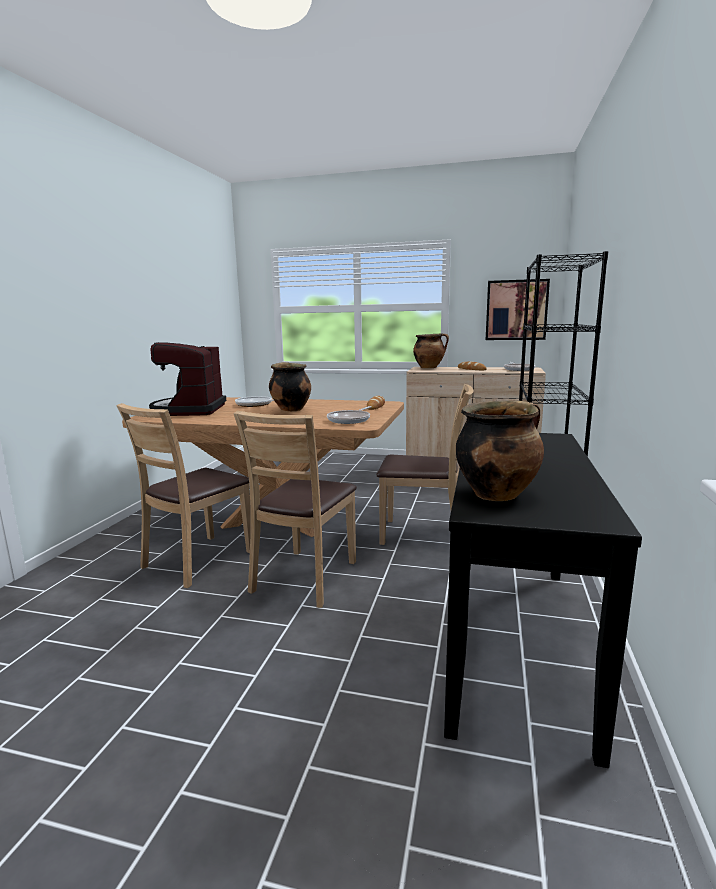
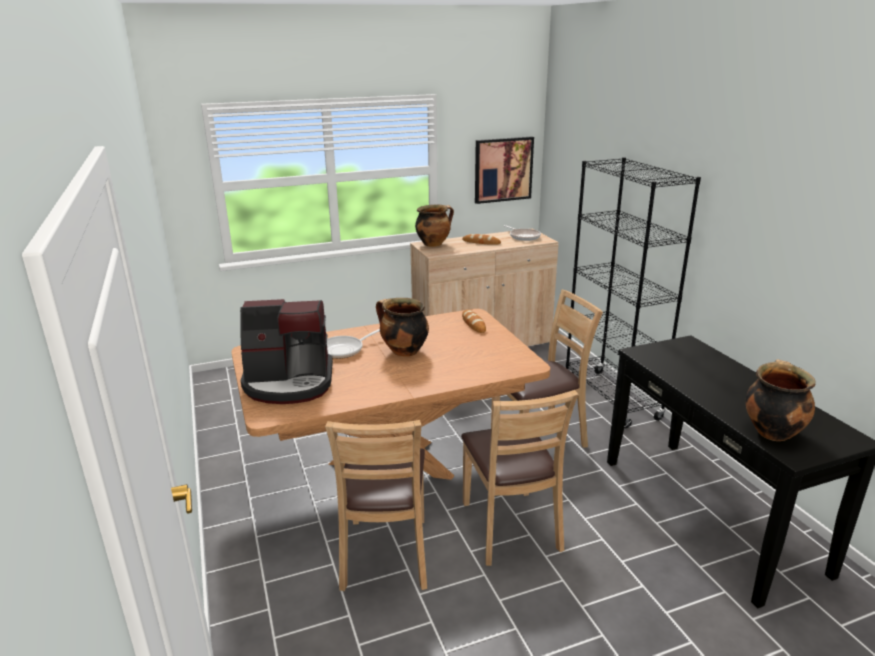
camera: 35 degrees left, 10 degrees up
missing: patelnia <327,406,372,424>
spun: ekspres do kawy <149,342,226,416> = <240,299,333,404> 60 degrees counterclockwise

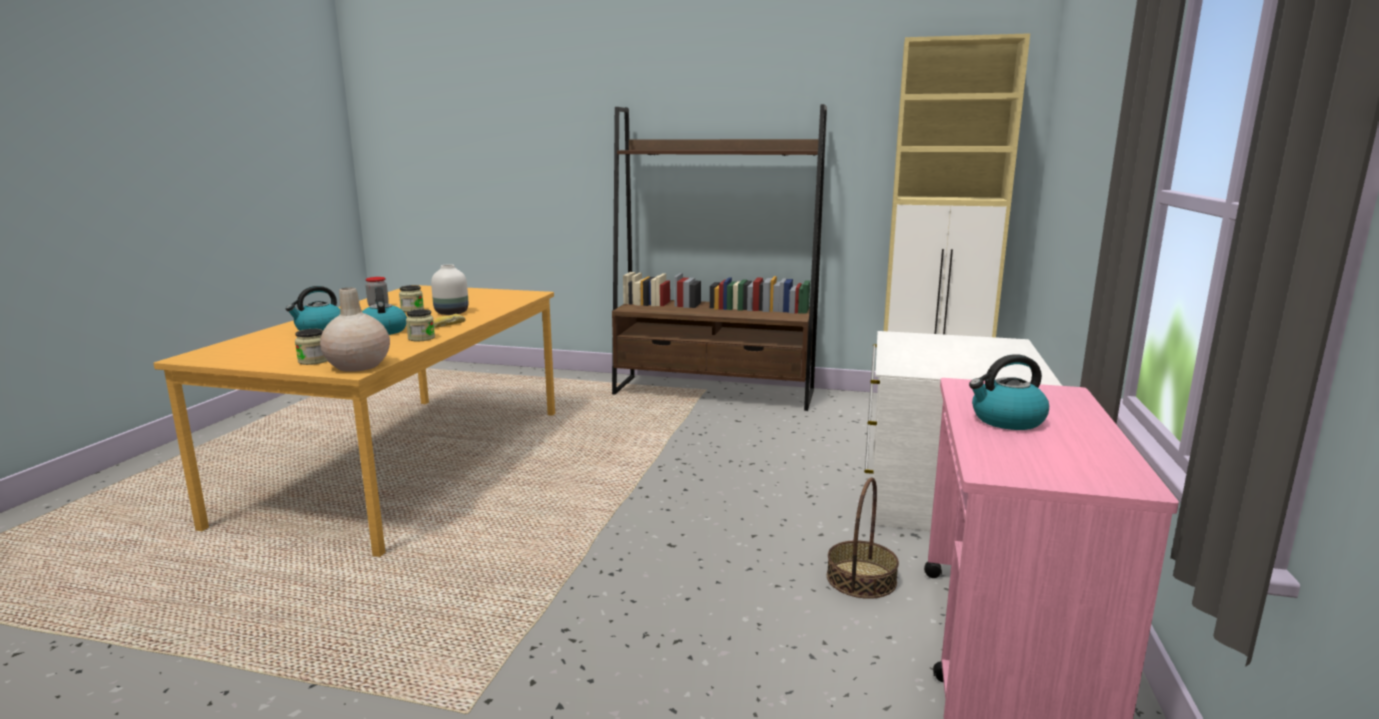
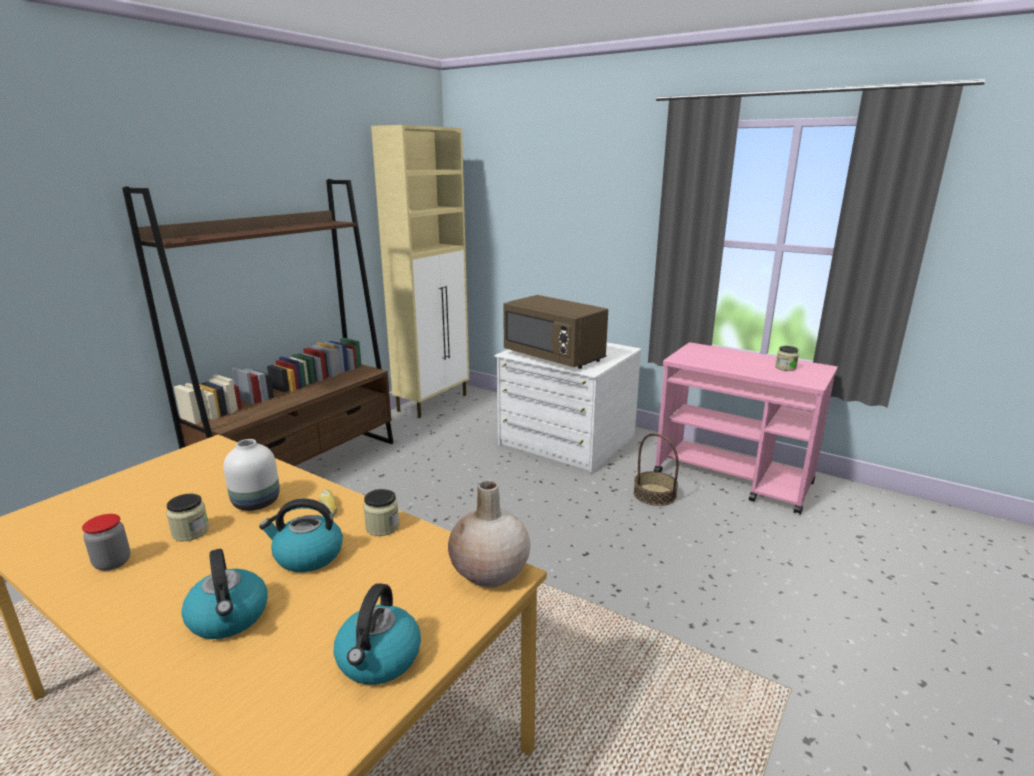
camera: 70 degrees left, 5 degrees up
appeared: mikrofalówka/brązowy <503,295,608,369>
relocated: słoik <295,329,327,365> to <775,346,799,371>; czajnik <969,354,1049,430> to <334,583,421,685>

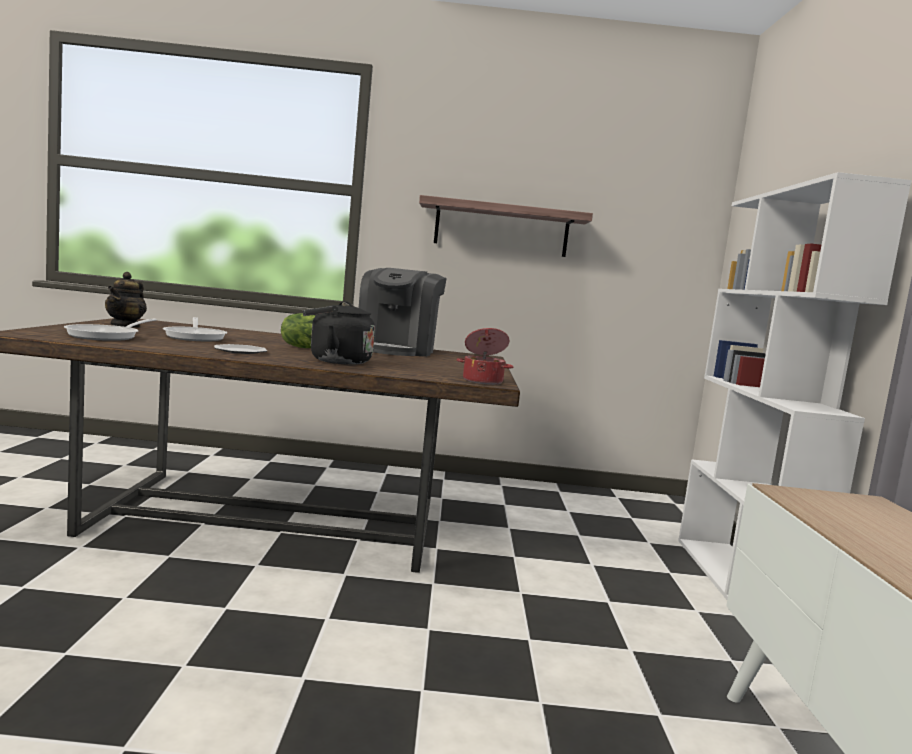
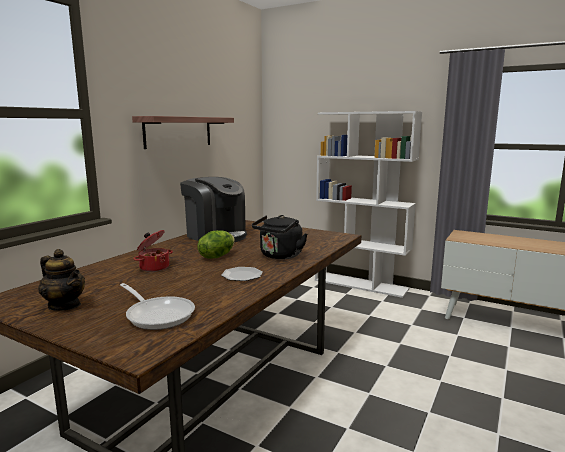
camera: 60 degrees left, 5 degrees up
missing: patelnia <163,317,227,341>
relocated: garnek <457,328,513,385> to <133,230,173,272>

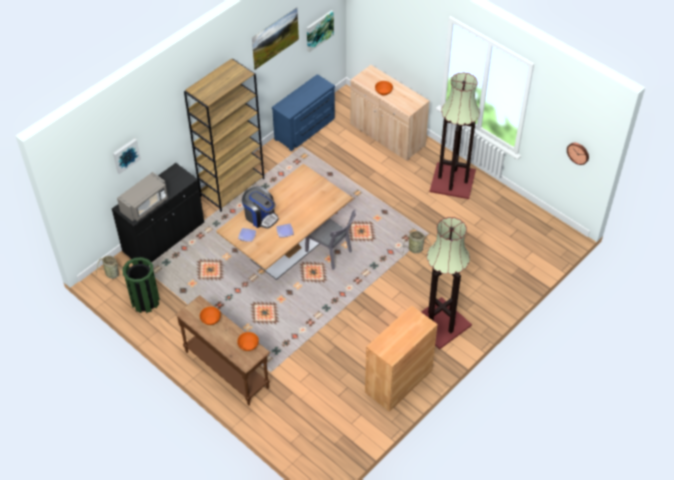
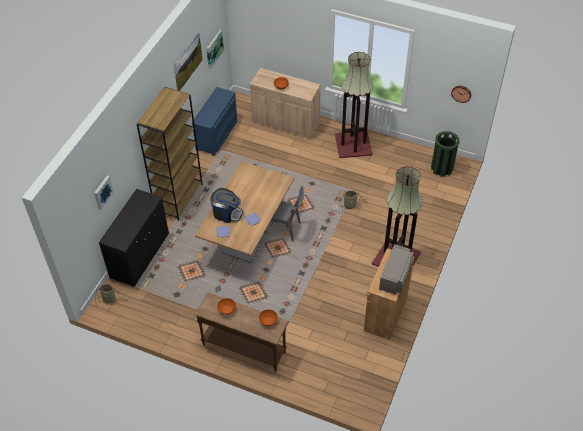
camera: 20 degrees left, 0 degrees up
relocated: mikrofalówka/szary <117,172,168,221> to <379,244,414,295>; kosz na śmieci/zielony <123,257,160,313> to <431,131,459,177>

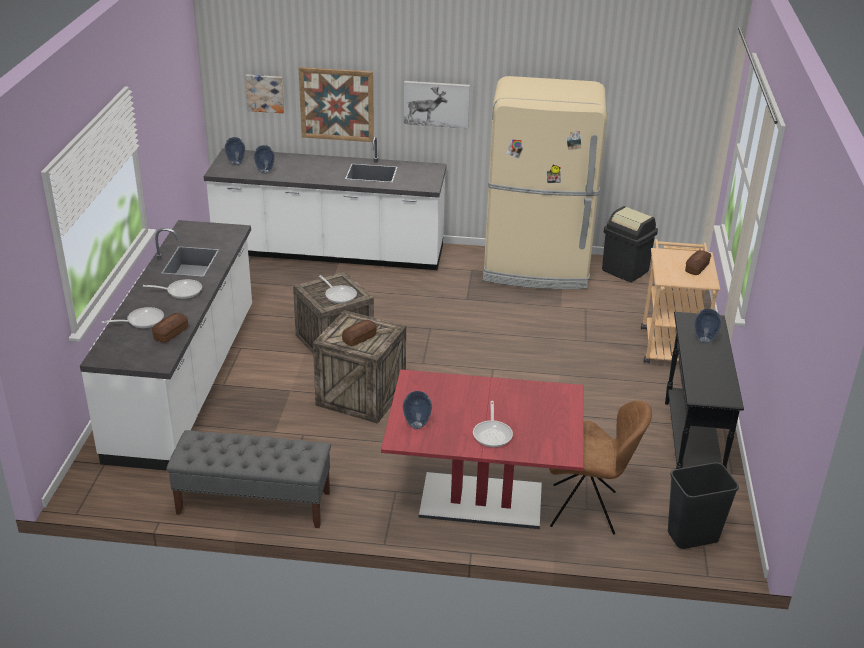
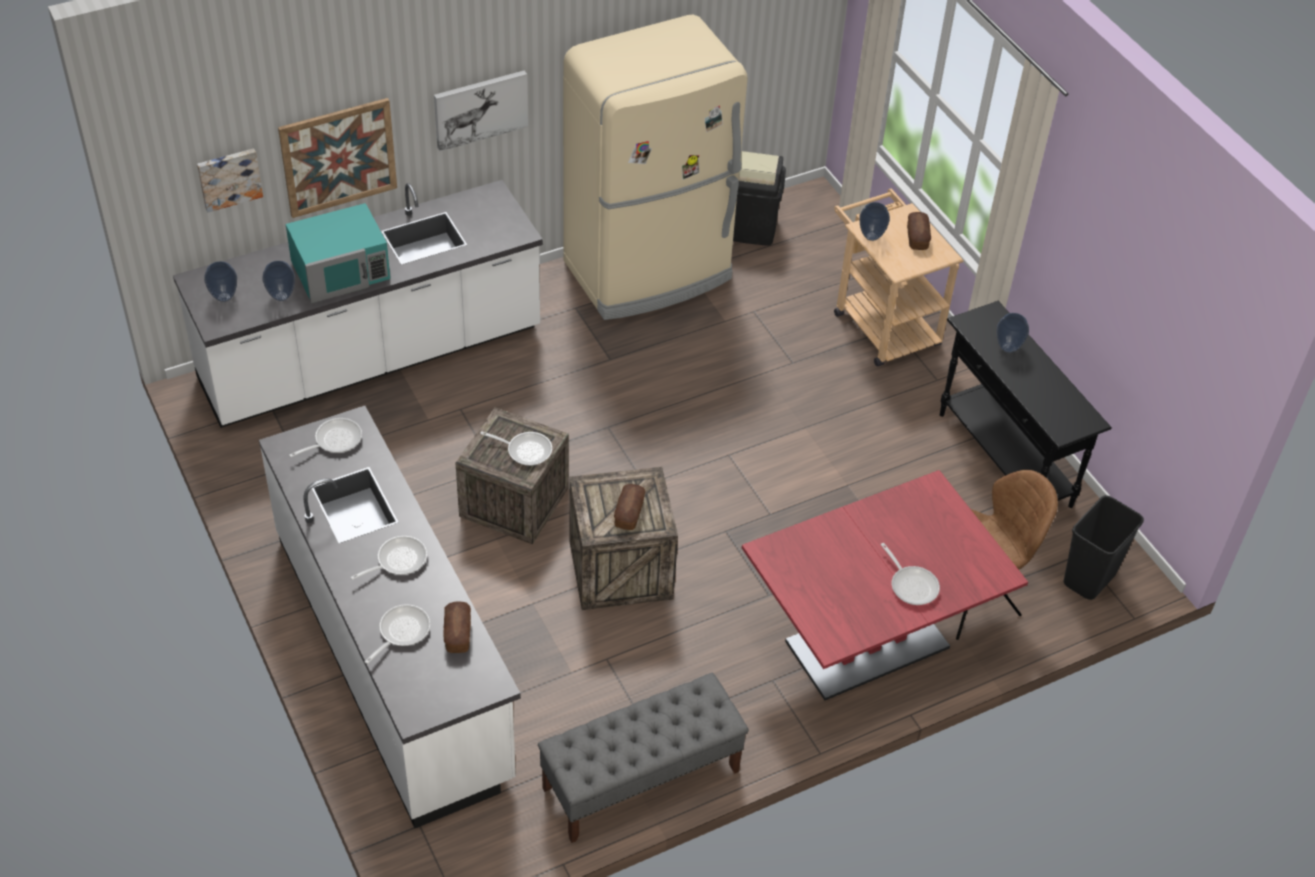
camera: 35 degrees left, 15 degrees up
appeared: mikrofalówka/turkusowy <286,203,390,303>; patelnia <289,418,362,457>
relocated: wazon <403,391,432,429> to <859,202,890,241>

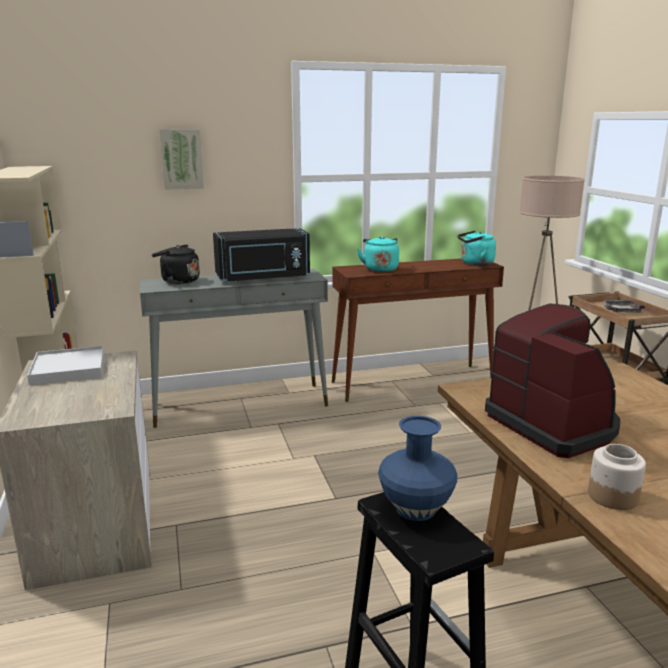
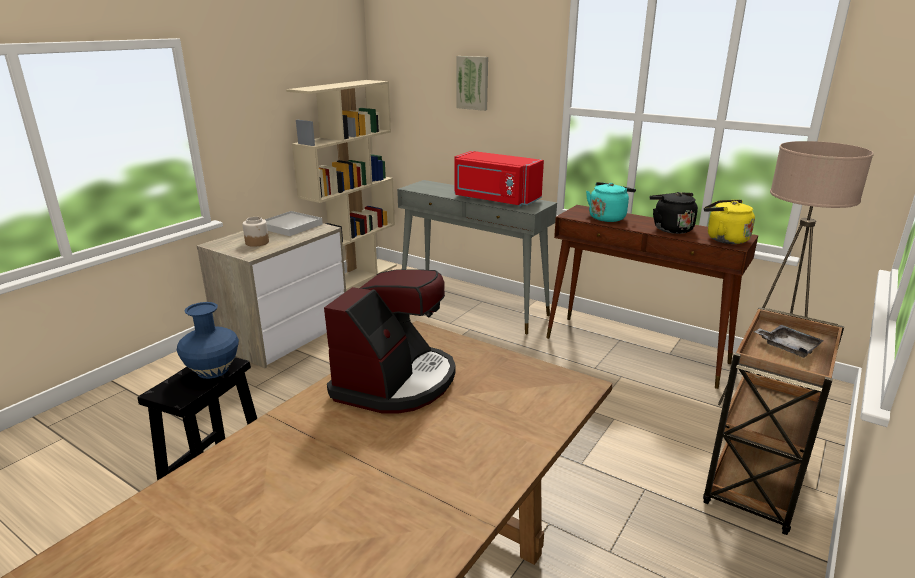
camera: 50 degrees right, 5 degrees up
relocated: czajnik/czarny <152,245,200,284> to <650,192,698,234>; słoik <588,444,646,510> to <242,217,269,247>
colour: mikrofalówka/czarny <213,228,310,283> to mikrofalówka/czerwony <455,151,544,207>; czajnik/turkusowy <457,231,496,265> to czajnik/żółty <704,200,755,244>

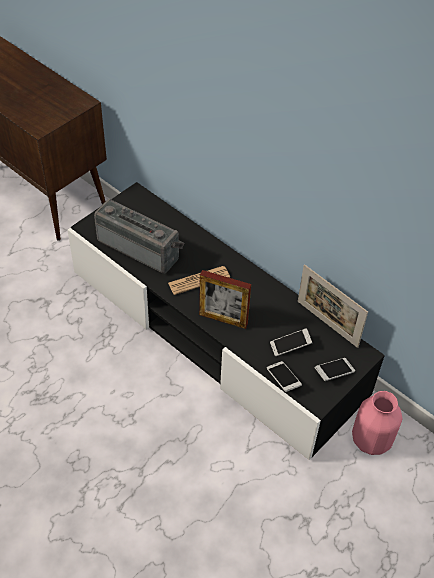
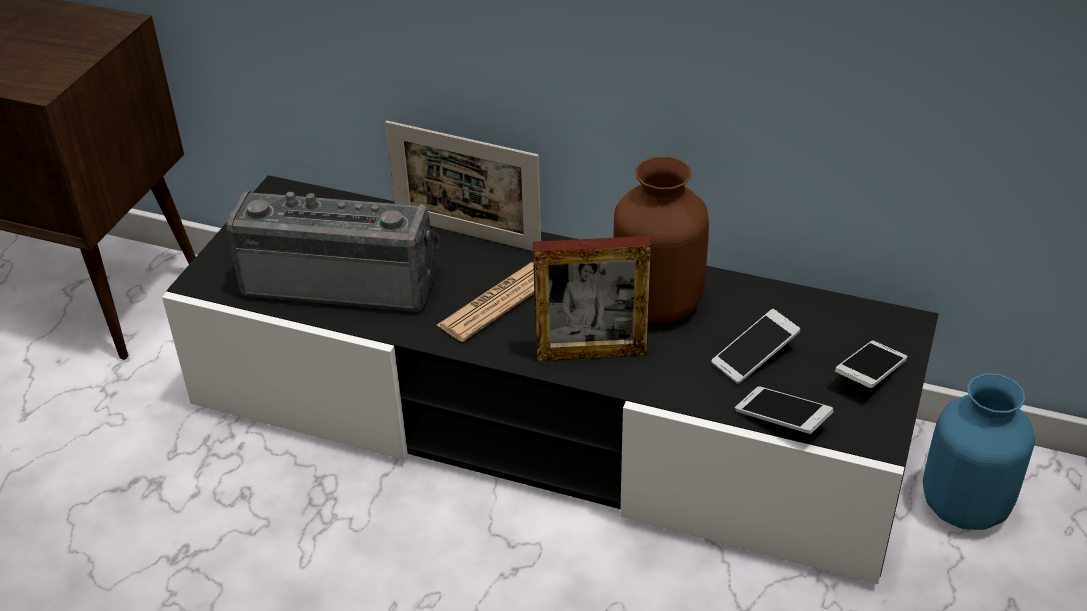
camera: 20 degrees left, 10 degrees down
appeared: wazon/brązowy <613,157,709,322>
relocated: ramka na zdjęcie <298,264,368,348> to <385,121,541,251>
colour: wazon/różowy <352,391,402,455> to wazon/niebieski <923,373,1035,530>

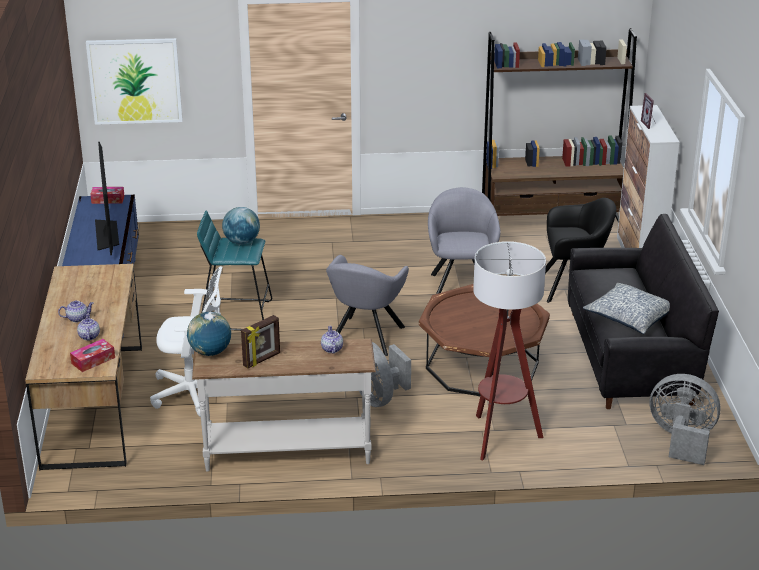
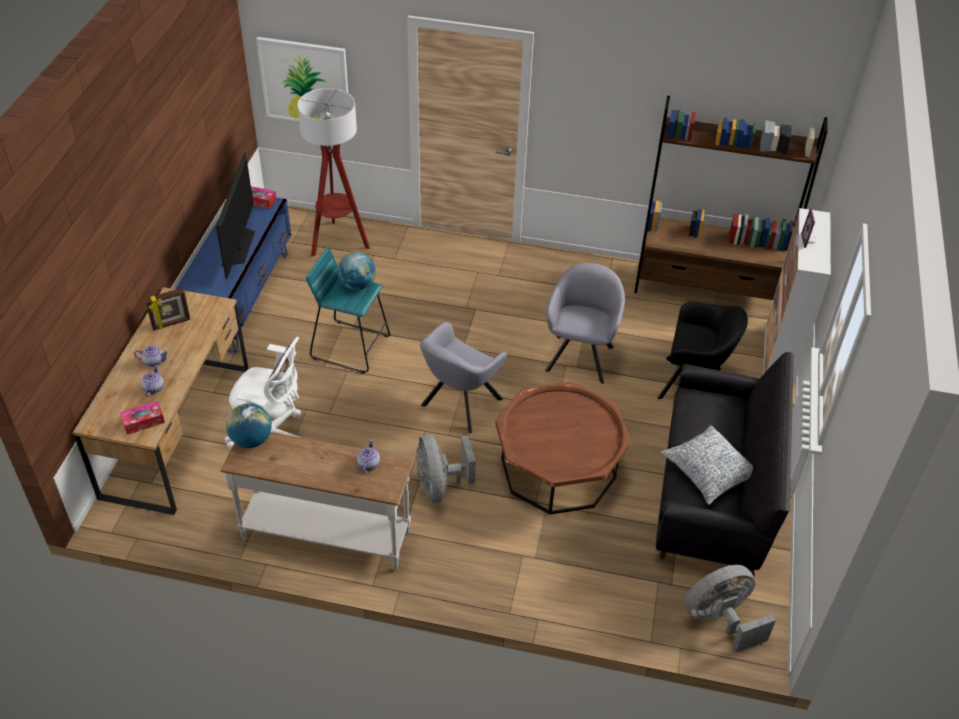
camera: 15 degrees right, 15 degrees up
relocated: ramka na zdjęcie <241,315,280,369> to <145,288,190,330>; lampa stojąca <473,241,546,461> to <298,88,370,257>
spun: wentylator/szary <649,374,721,465> = <684,565,776,653> 60 degrees counterclockwise

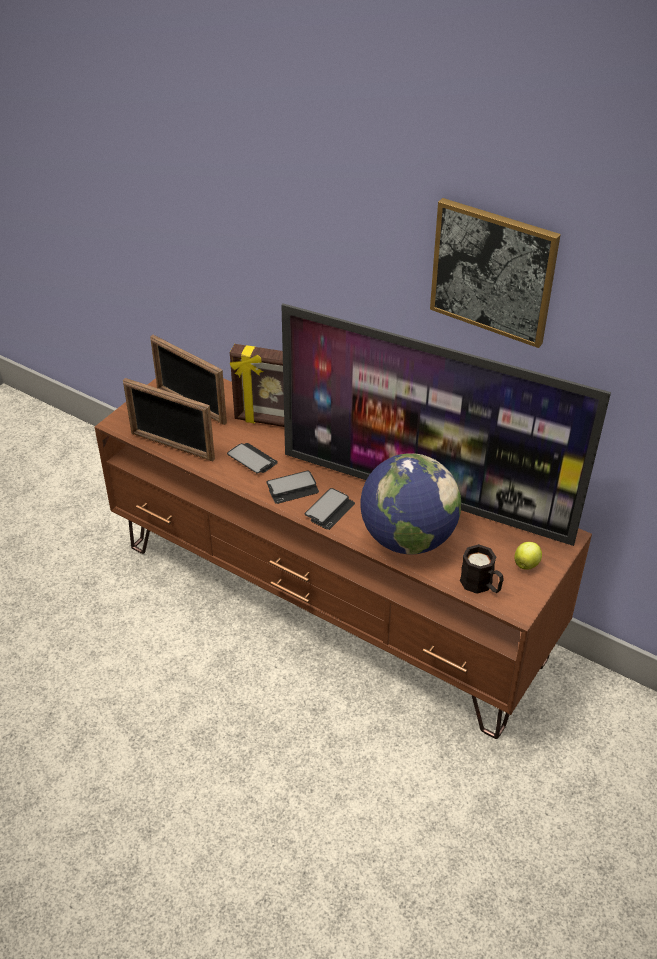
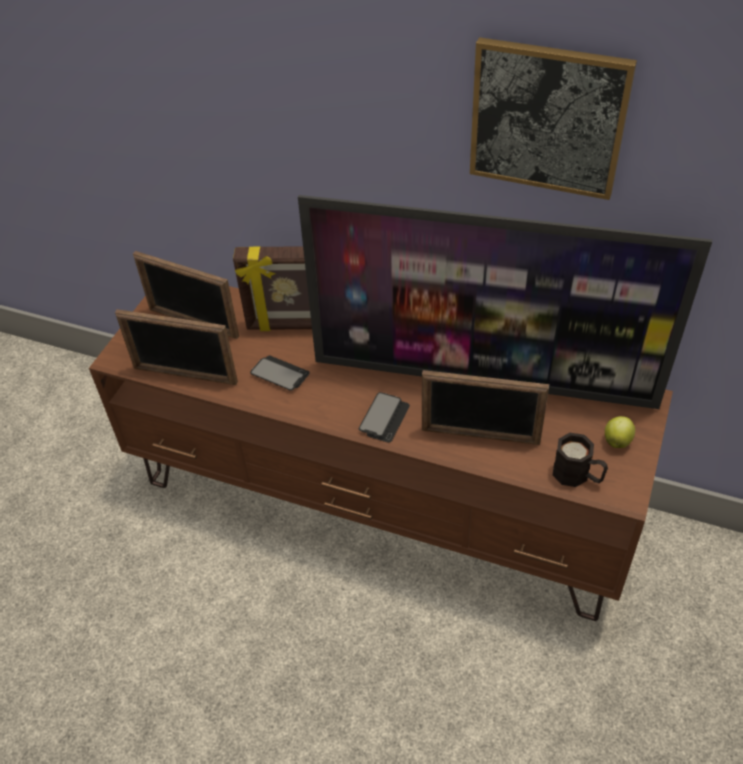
camera: 10 degrees left, 5 degrees up
missing: telefon <266,471,319,504>
exchanged: globus <360,453,461,554> to ramka na zdjęcie <422,370,549,445>

